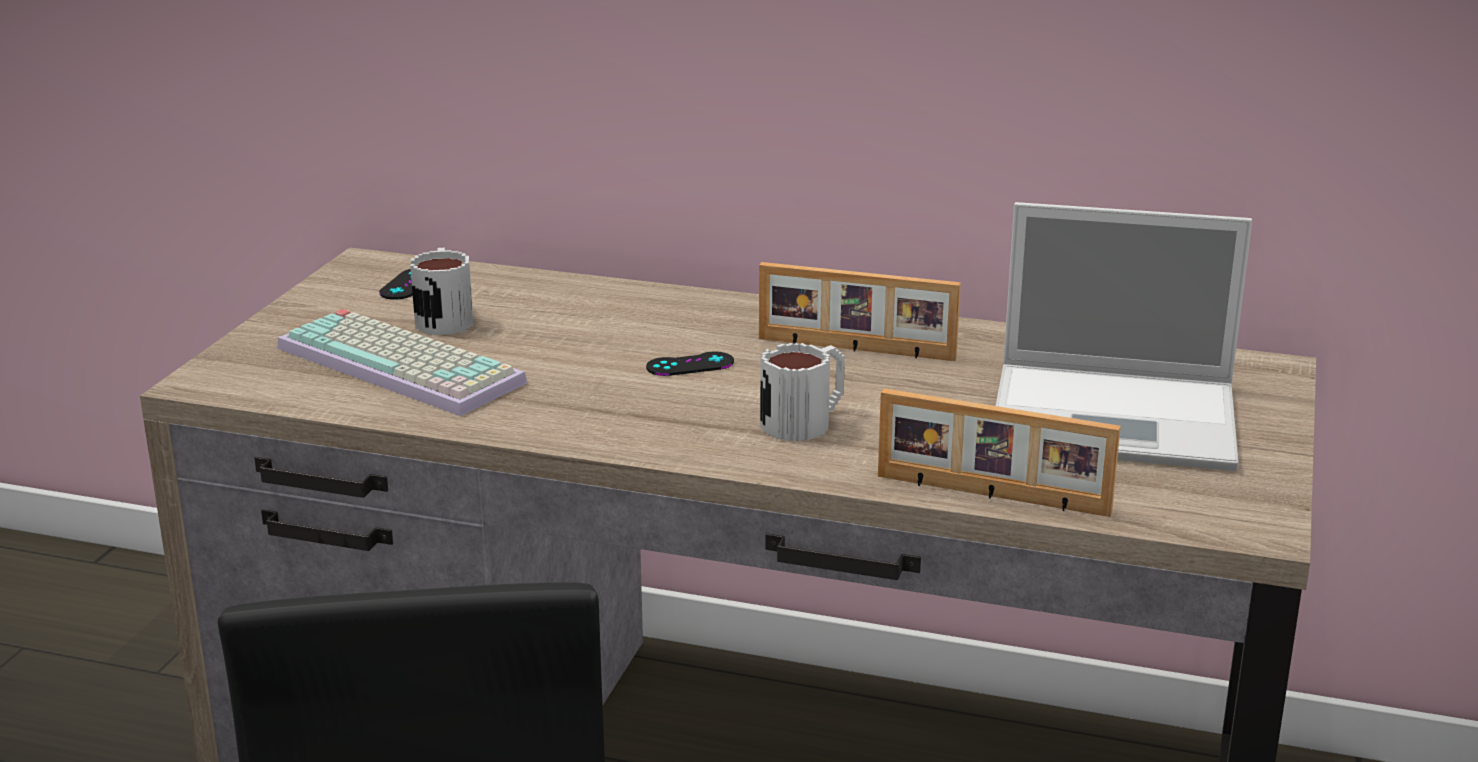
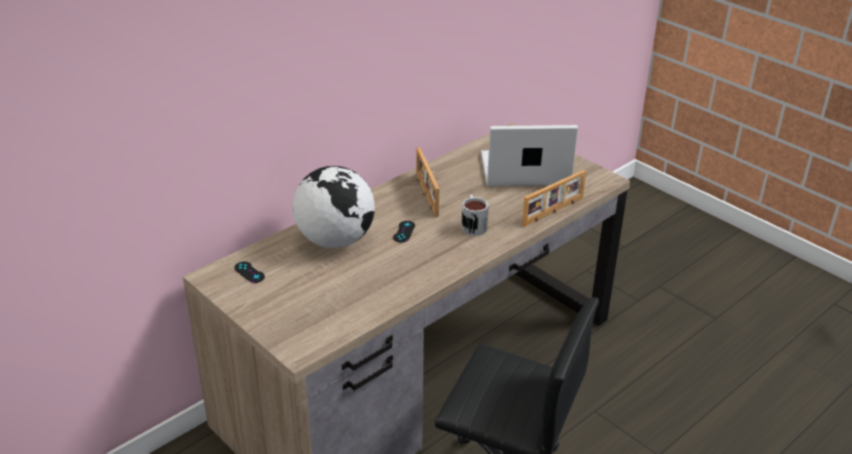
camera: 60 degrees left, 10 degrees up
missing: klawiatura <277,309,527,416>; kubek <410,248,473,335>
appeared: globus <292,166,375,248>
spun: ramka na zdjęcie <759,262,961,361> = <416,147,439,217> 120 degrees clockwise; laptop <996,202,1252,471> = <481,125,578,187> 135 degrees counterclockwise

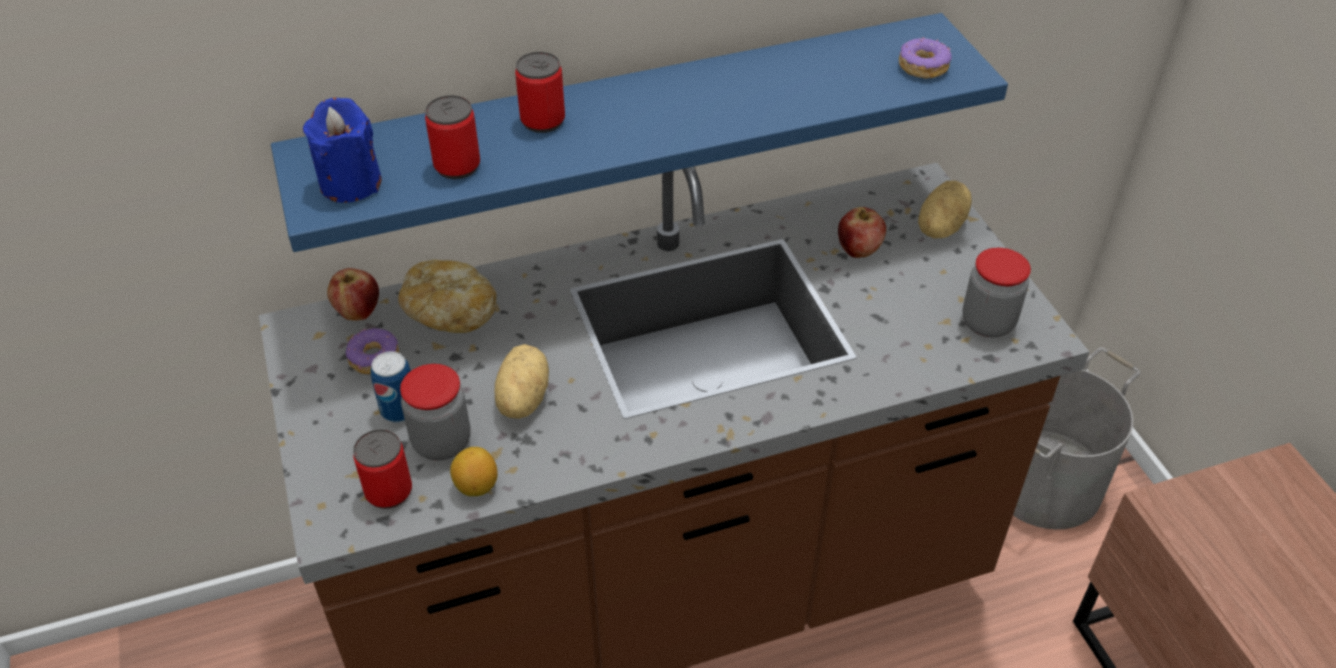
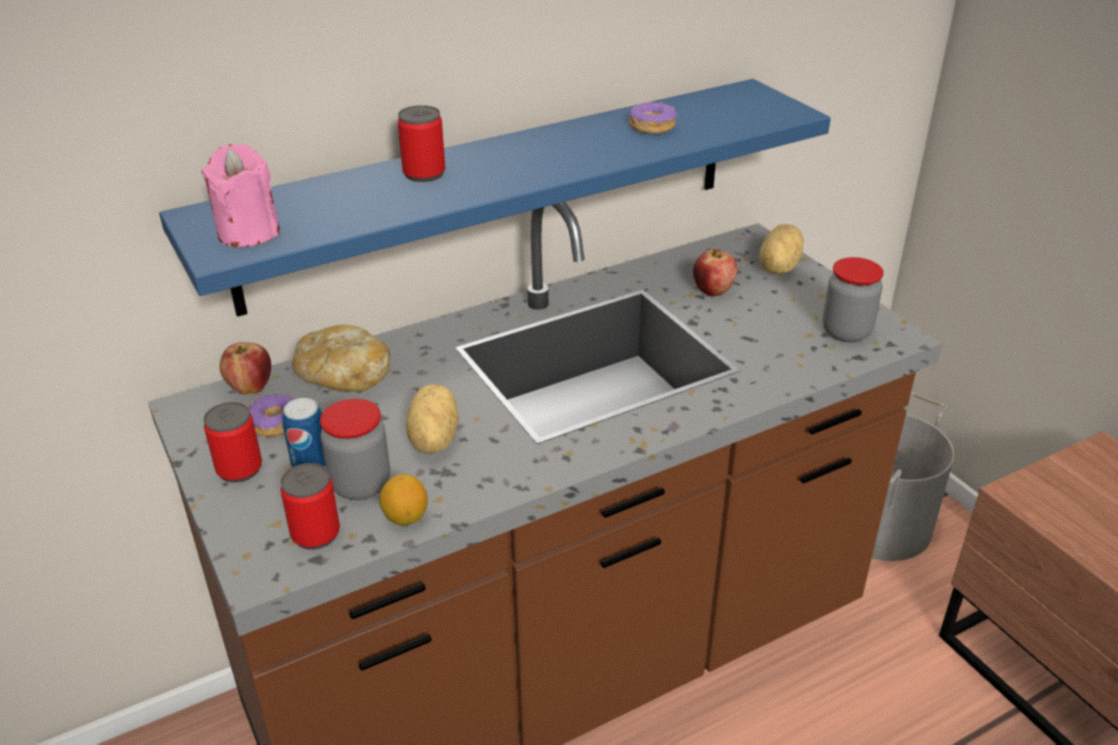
camera: 10 degrees left, 10 degrees down
relocated: puszka <425,95,480,179> to <204,402,262,483>; donut <899,38,952,79> to <629,101,677,134>
colour: świeca/niebieski <303,97,382,202> to świeca/różowy <201,144,280,247>

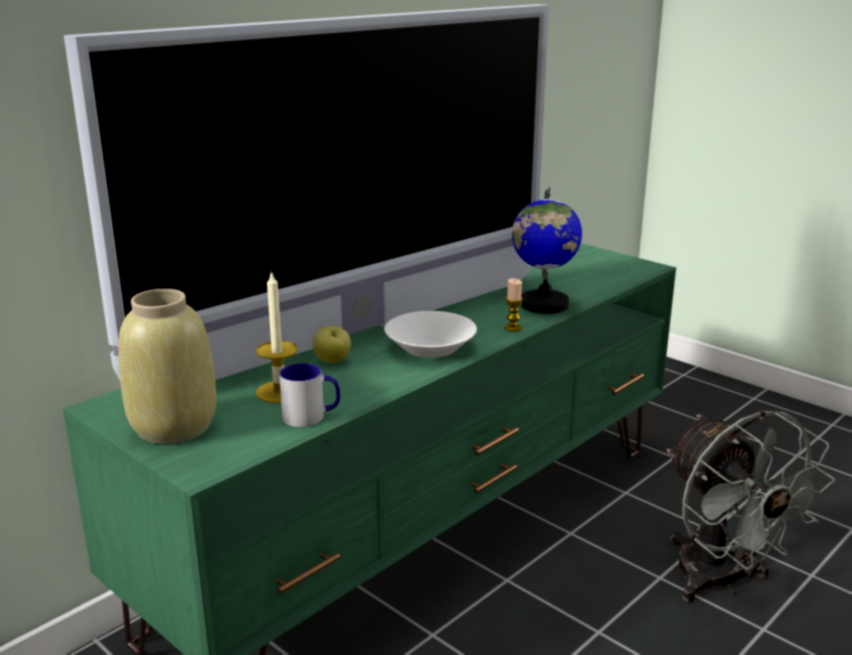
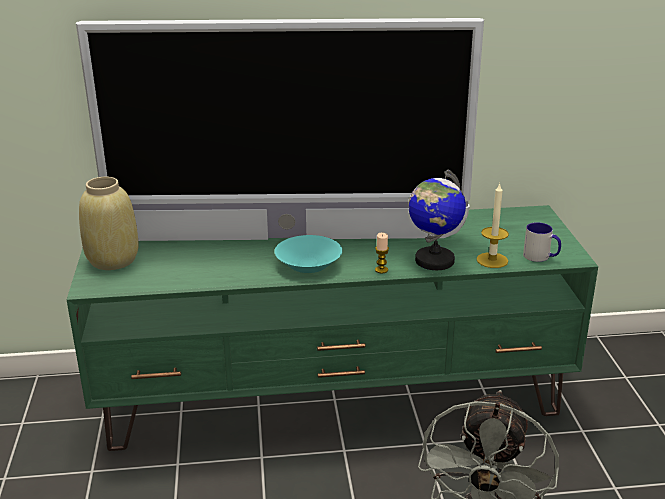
camera: 40 degrees right, 5 degrees up
missing: jabłko <313,326,351,363>
relocated: świeca <255,270,298,403> to <477,183,509,268>; kubek <279,363,340,427> to <523,222,561,262>
colour: miska/biały <384,311,477,358> to miska/turkusowy <274,235,342,273>

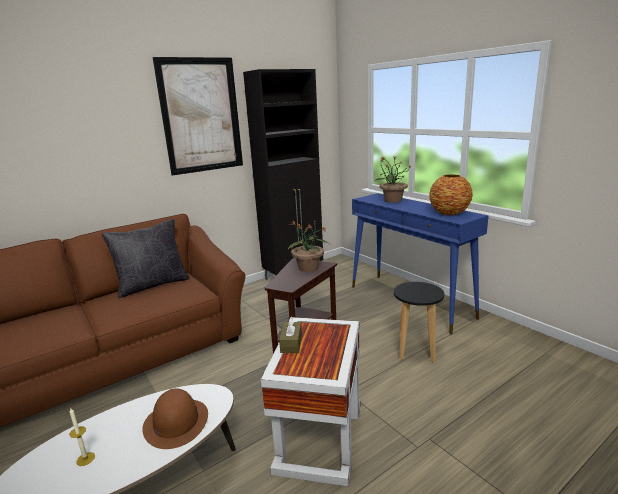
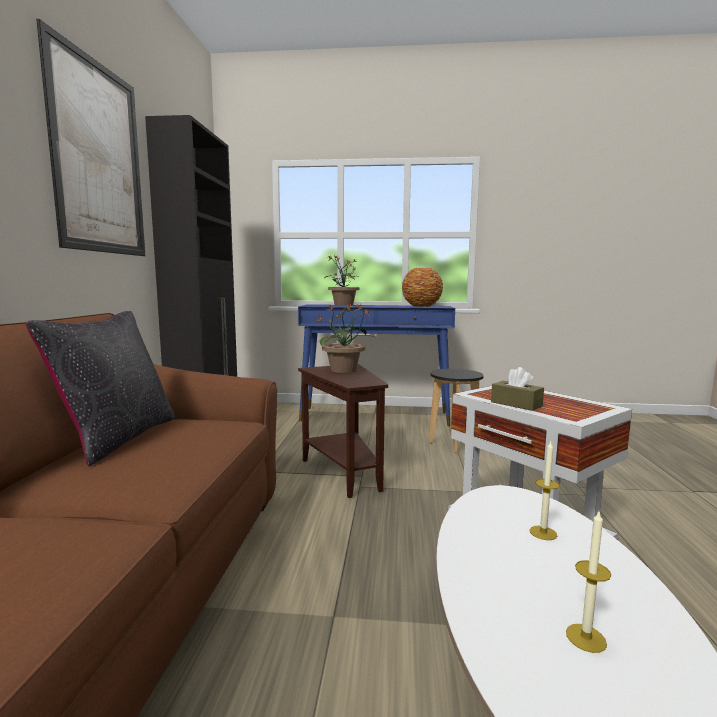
camera: 50 degrees left, 10 degrees down
exchanged: kapelusz/brązowy <142,388,208,449> to świeca <530,442,559,540>

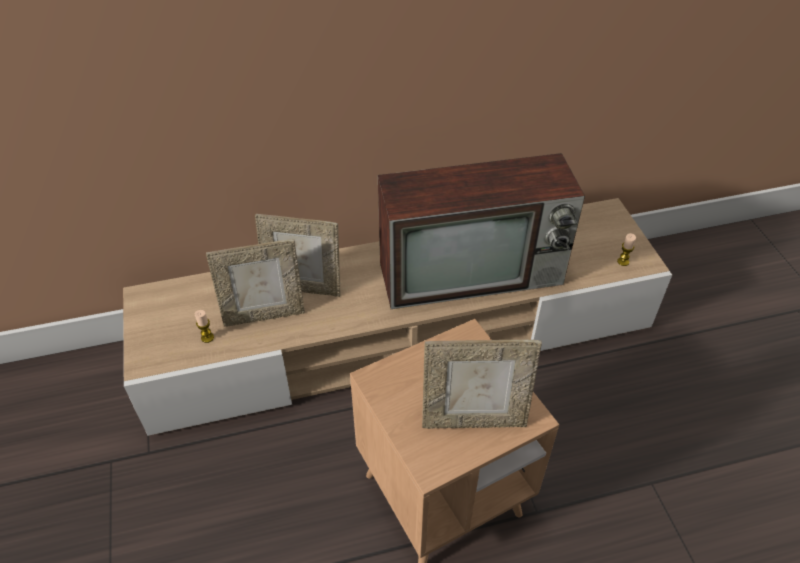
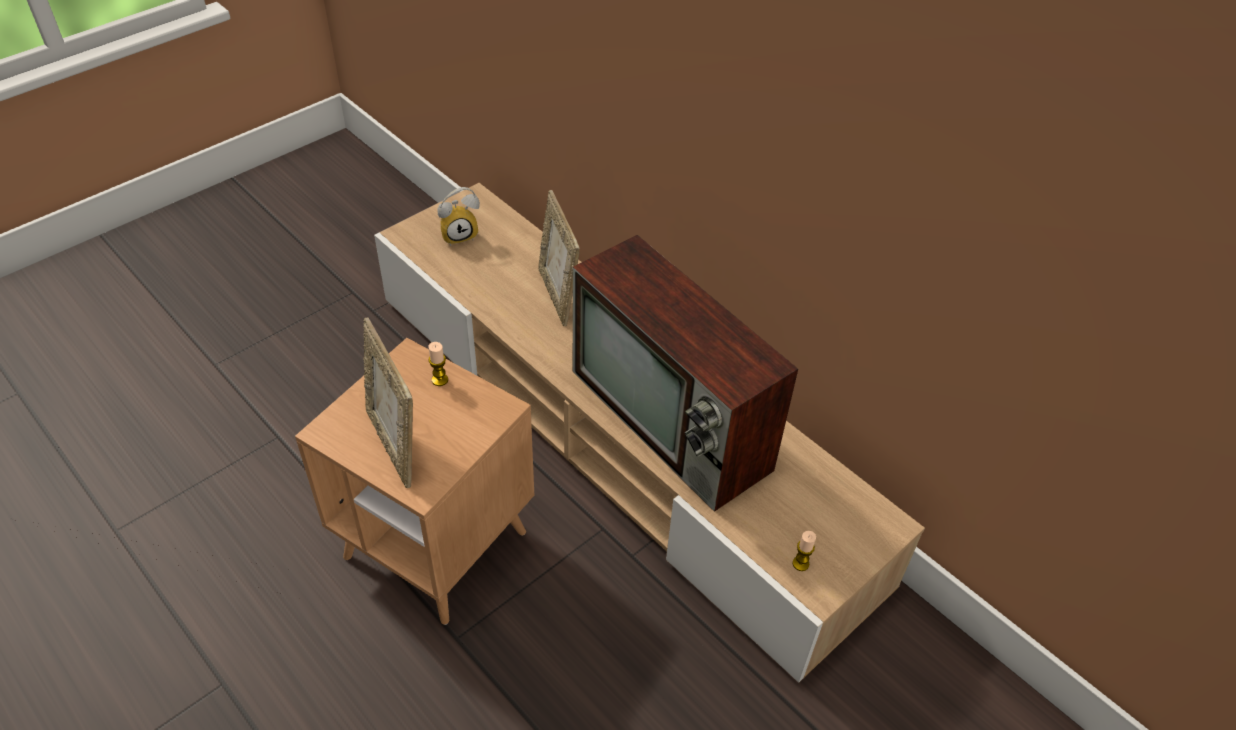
camera: 60 degrees right, 0 degrees up
missing: ramka na zdjęcie <206,239,305,327>
appeared: budzik <437,187,480,246>
relocated: świeca <195,310,214,343> to <428,342,448,386>

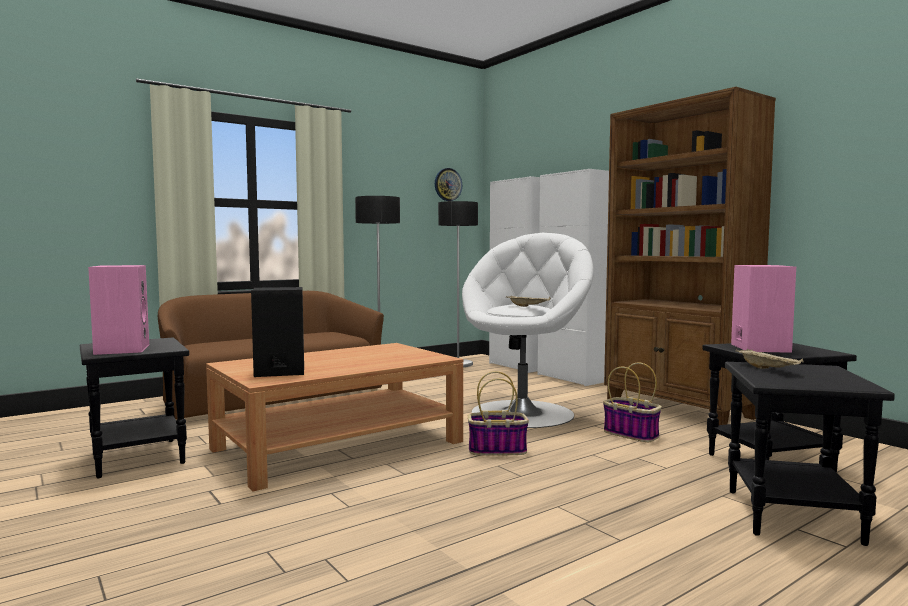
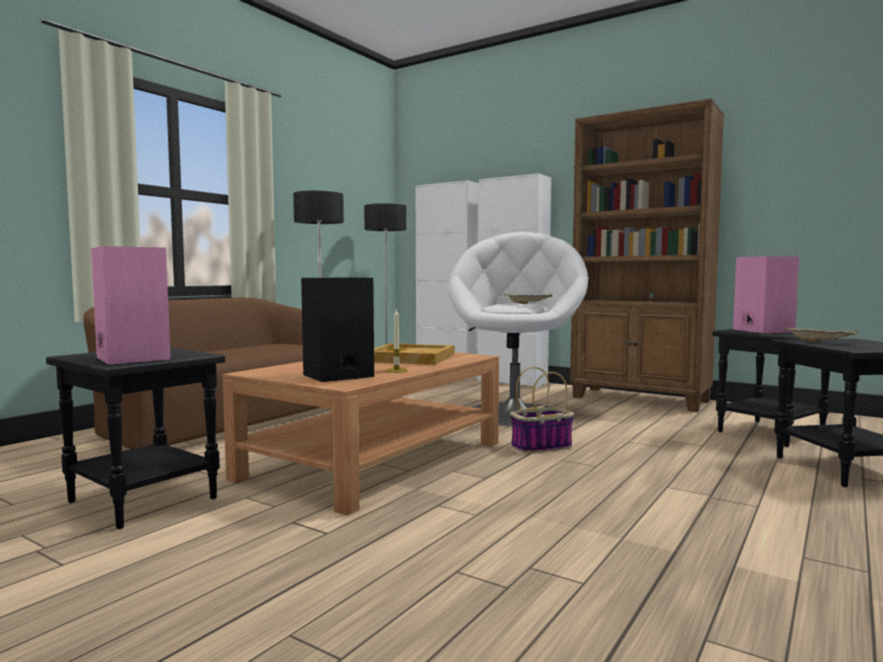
camera: 20 degrees left, 0 degrees up
missing: zegar ścienny <435,168,462,201>; koszyk <603,362,661,442>
appeared: taca/beżowy <374,343,455,365>; świeca <385,310,408,373>

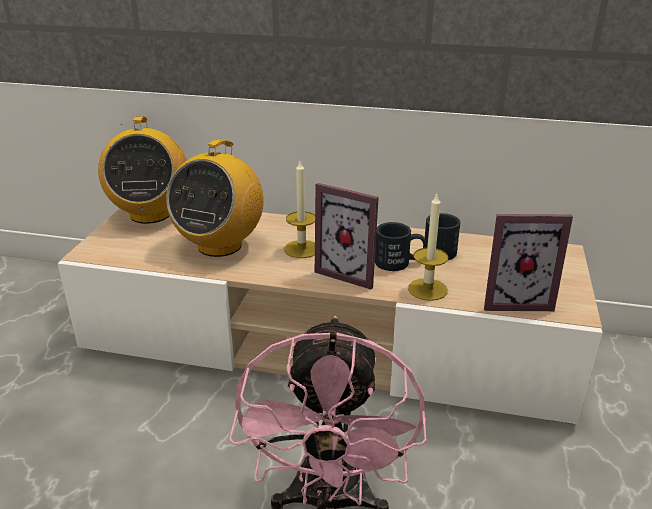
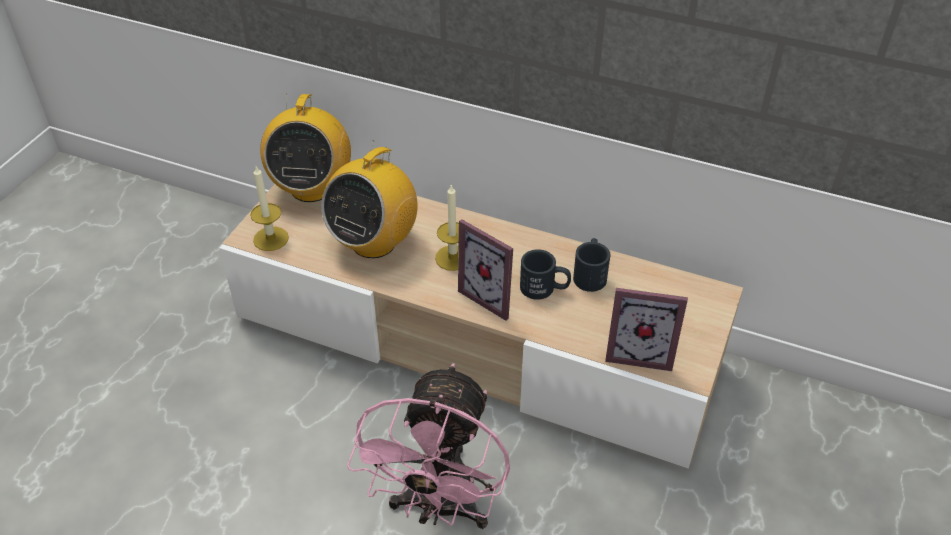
camera: 10 degrees right, 15 degrees up
relocated: świeca <408,194,448,301> to <250,166,289,251>

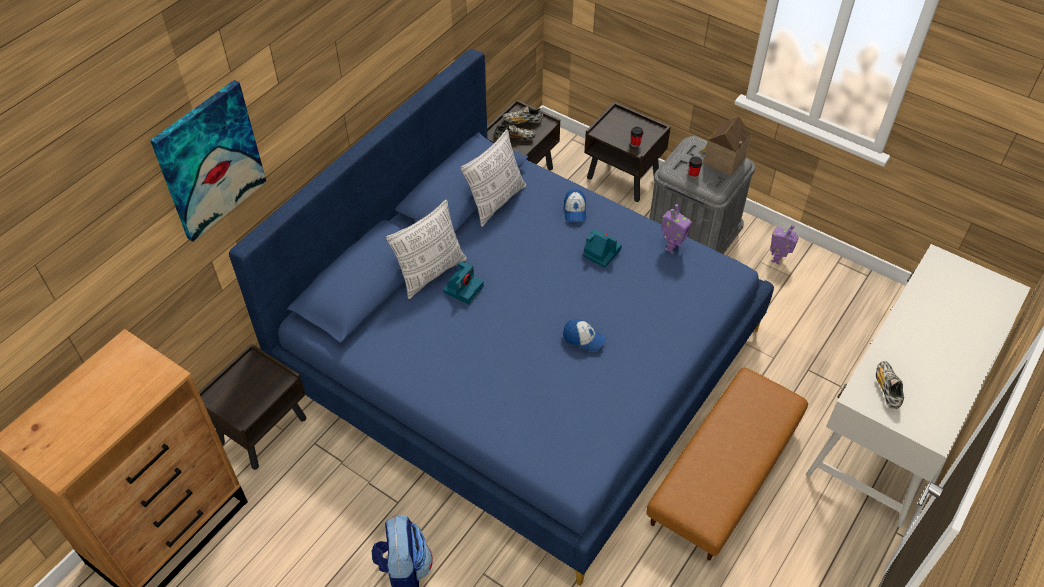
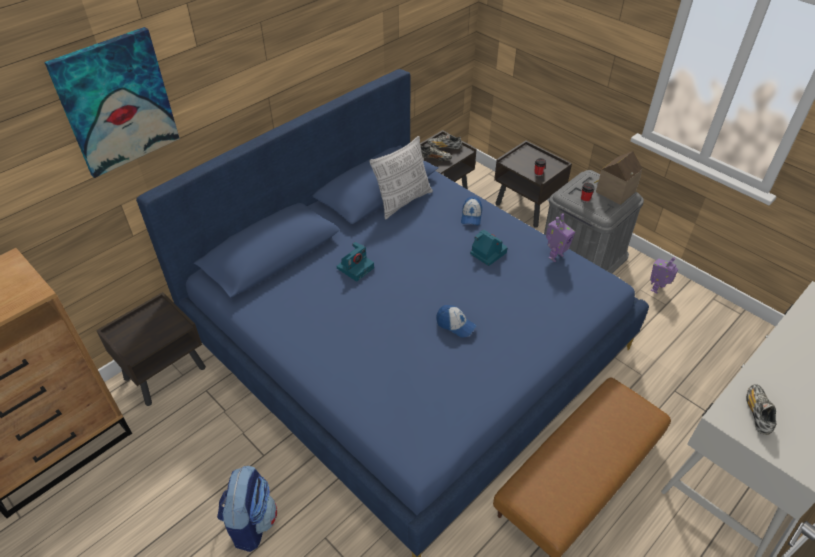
camera: 10 degrees right, 5 degrees down
missing: poduszka <386,200,467,299>

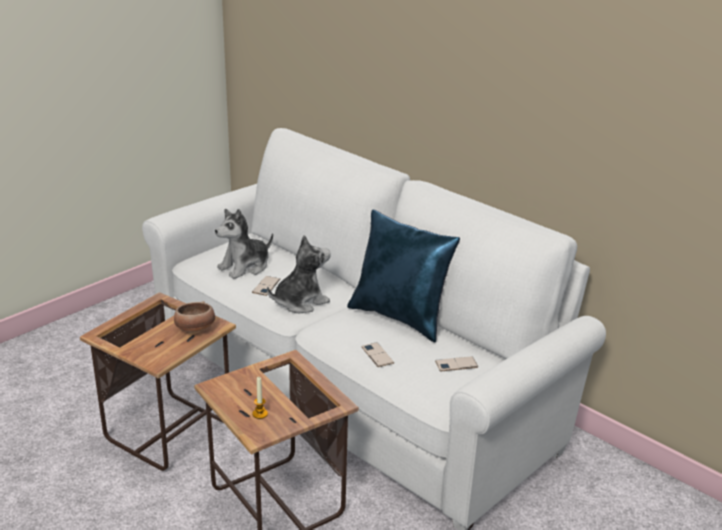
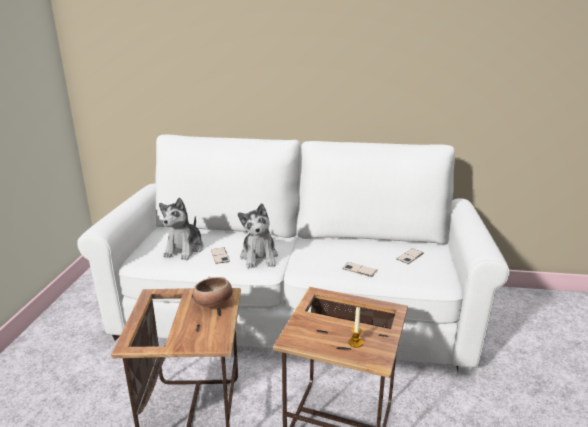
camera: 35 degrees left, 5 degrees down
missing: poduszka/niebieski <347,210,460,343>
spun: pluszak <267,235,331,313> = <238,203,278,268> 150 degrees clockwise

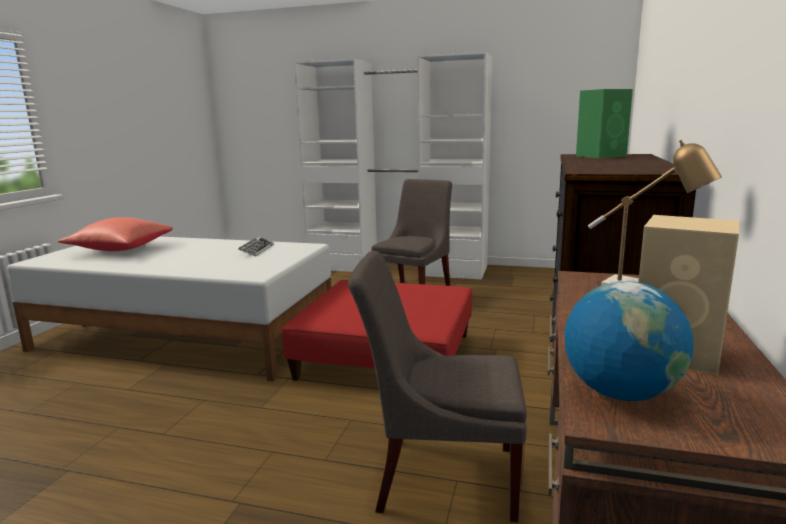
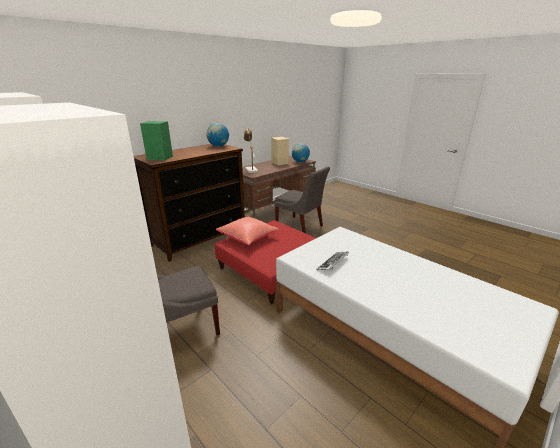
camera: 150 degrees left, 10 degrees up
appeared: globus <206,123,229,146>
relocated: poduszka/czerwony <58,217,173,251> to <216,217,279,245>

